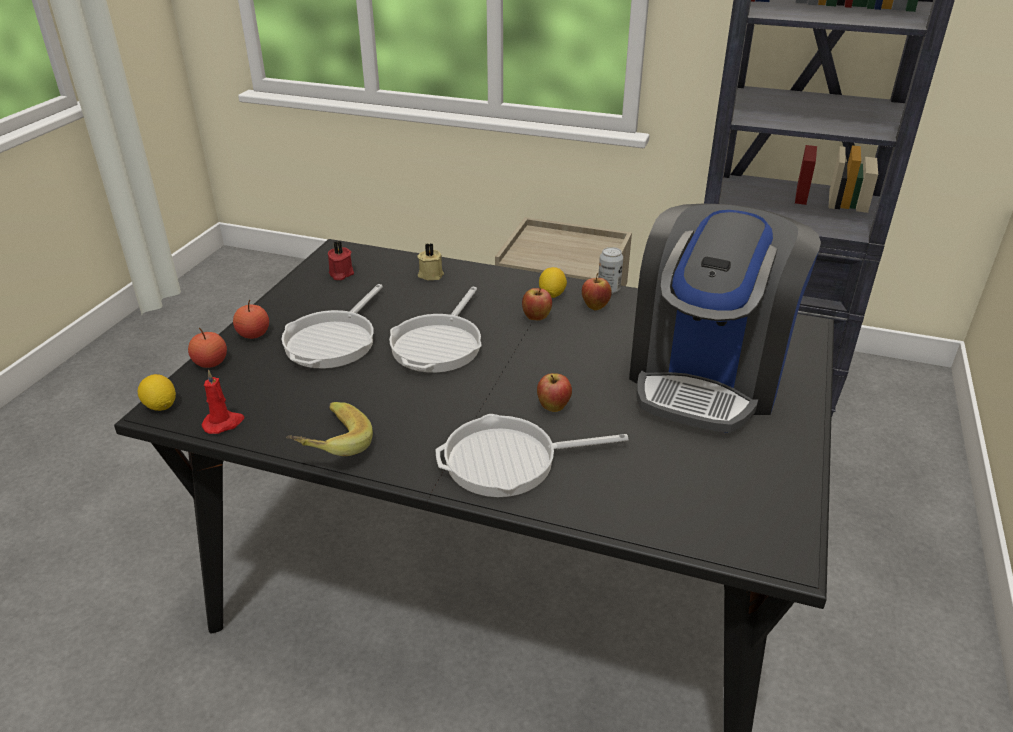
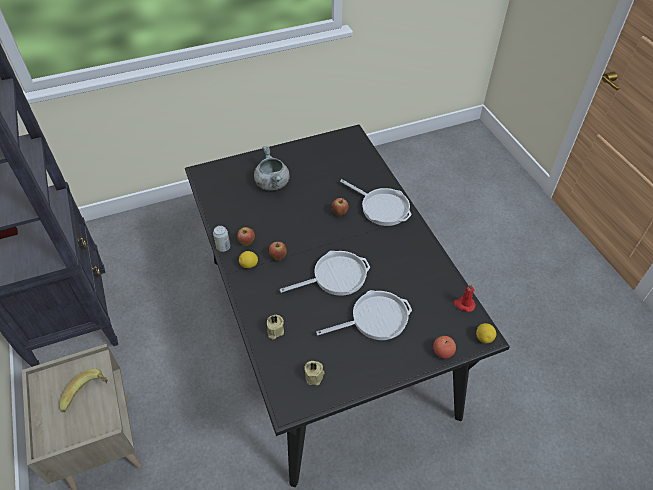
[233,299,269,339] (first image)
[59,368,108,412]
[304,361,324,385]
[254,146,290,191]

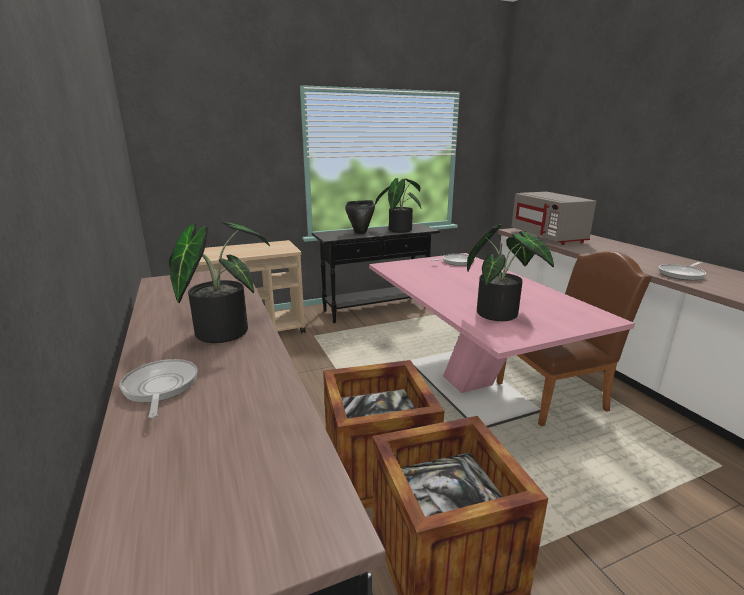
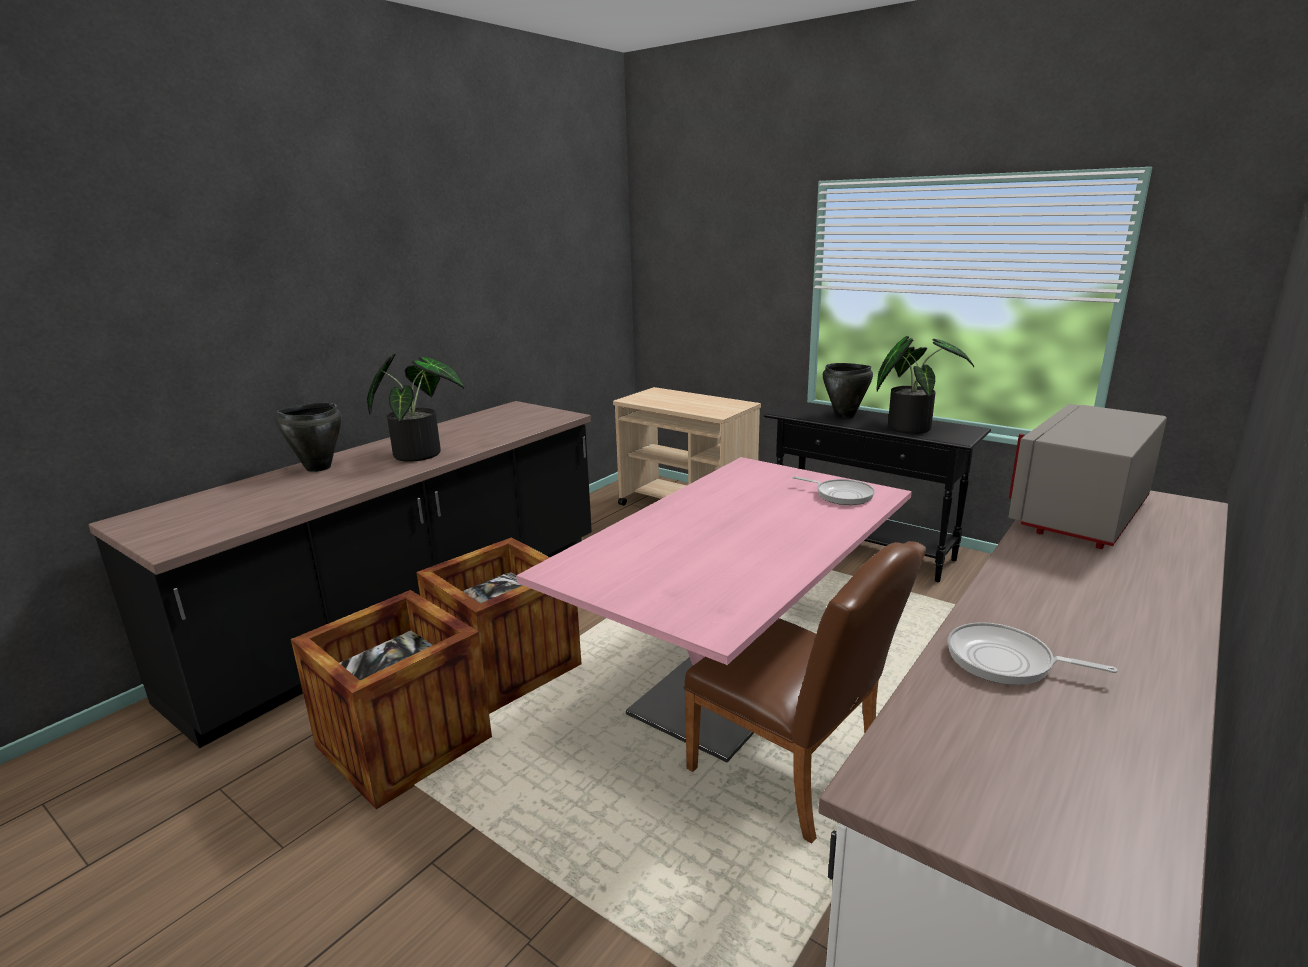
[276,403,342,472]
[467,224,554,321] (first image)

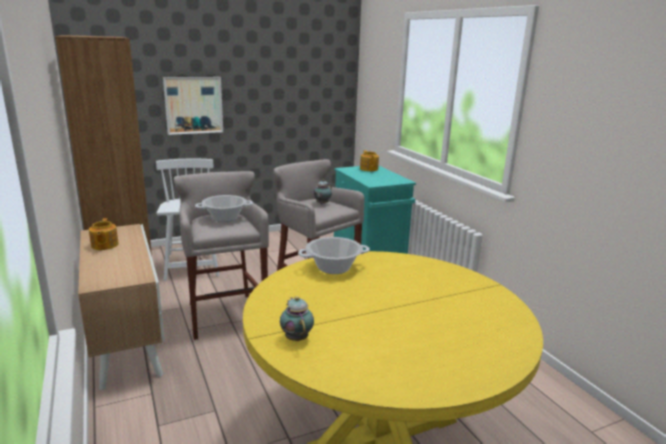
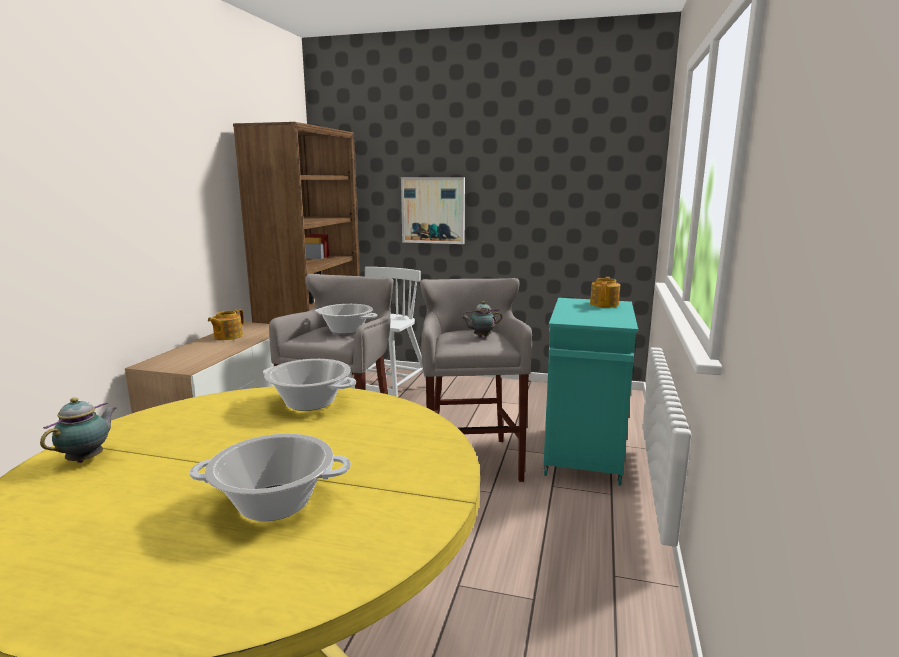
[190,434,351,521]

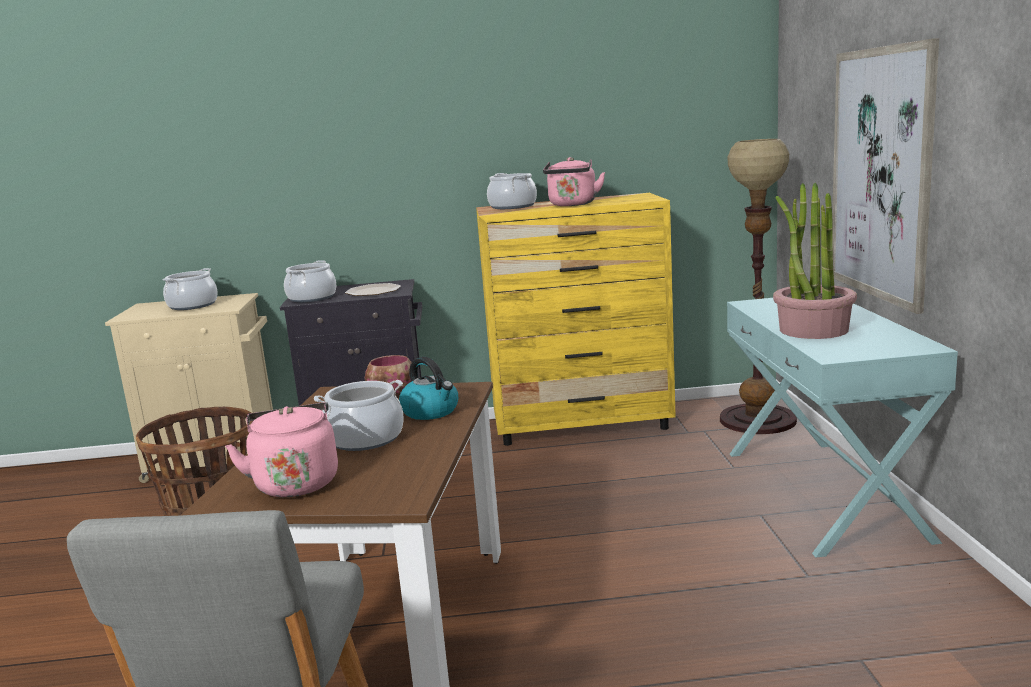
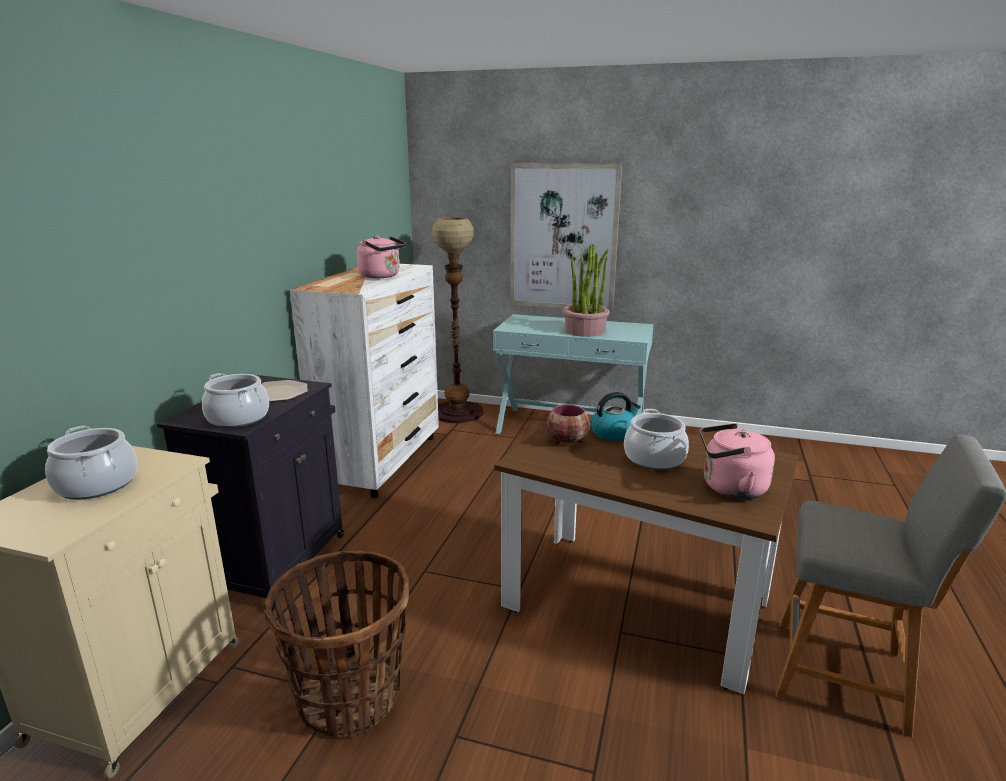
[290,264,439,498]
[487,173,537,209] (first image)

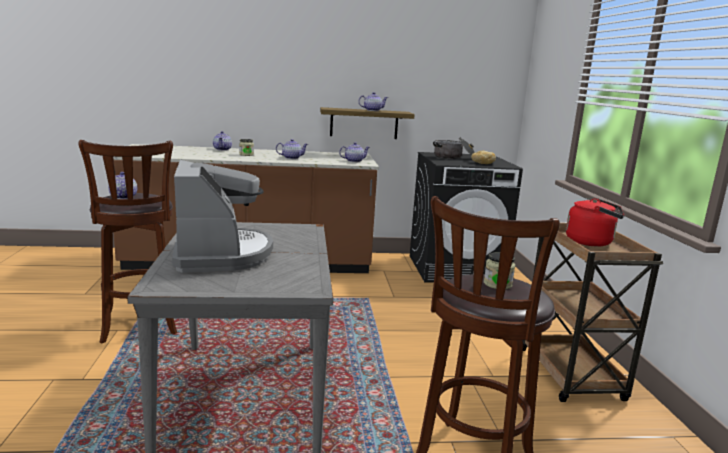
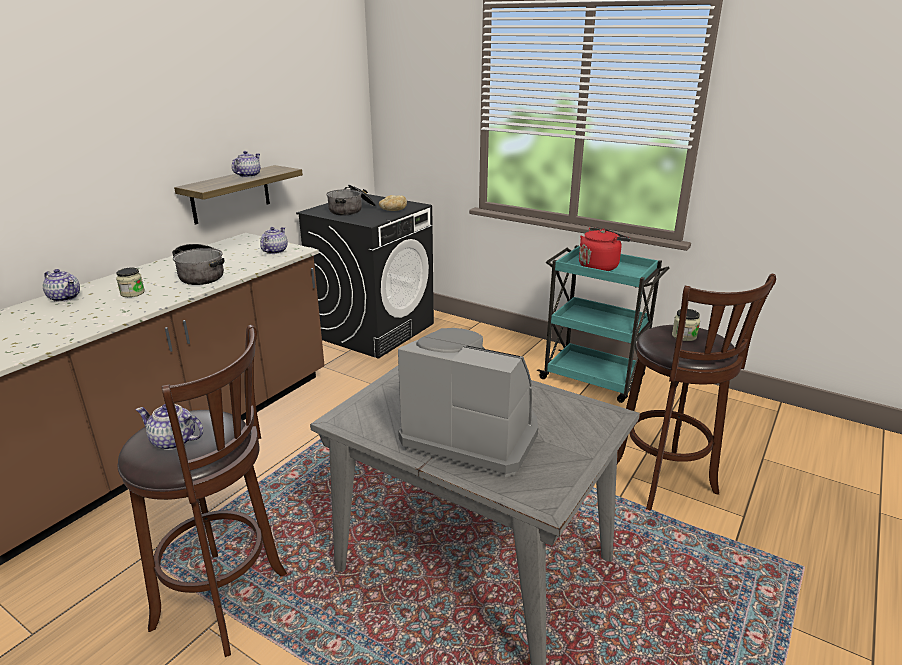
[172,244,225,285]
[537,245,669,403]

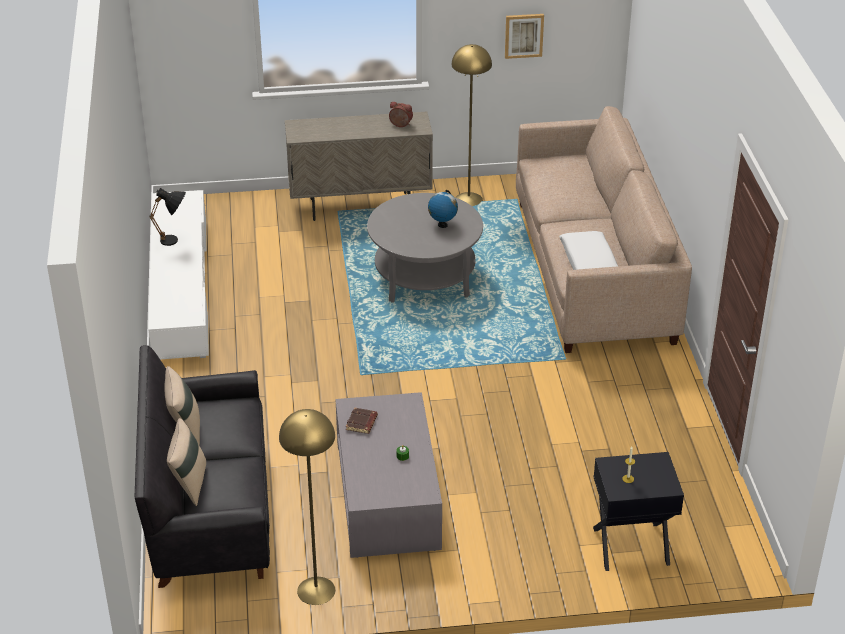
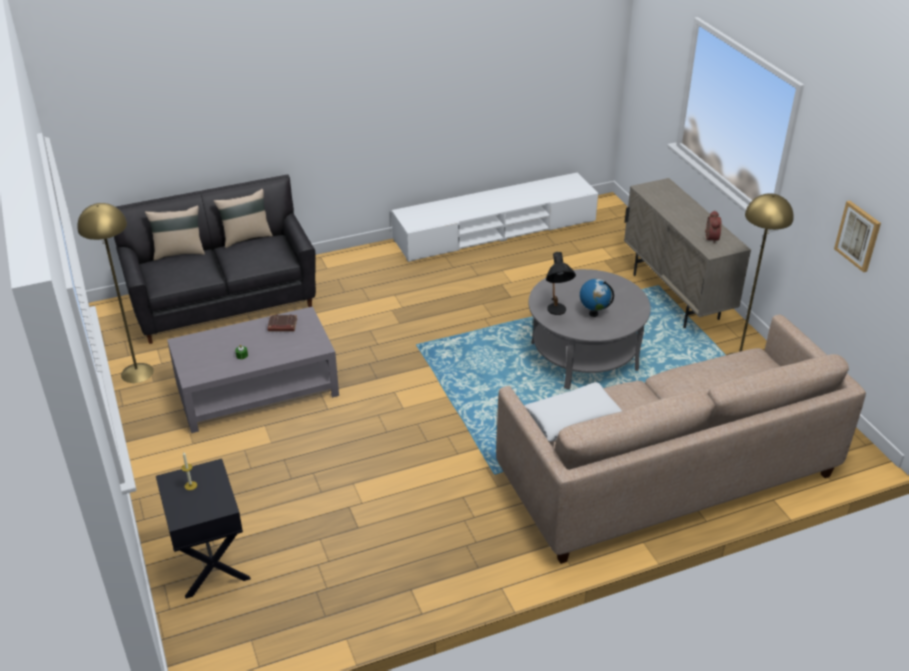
[546,252,576,315]

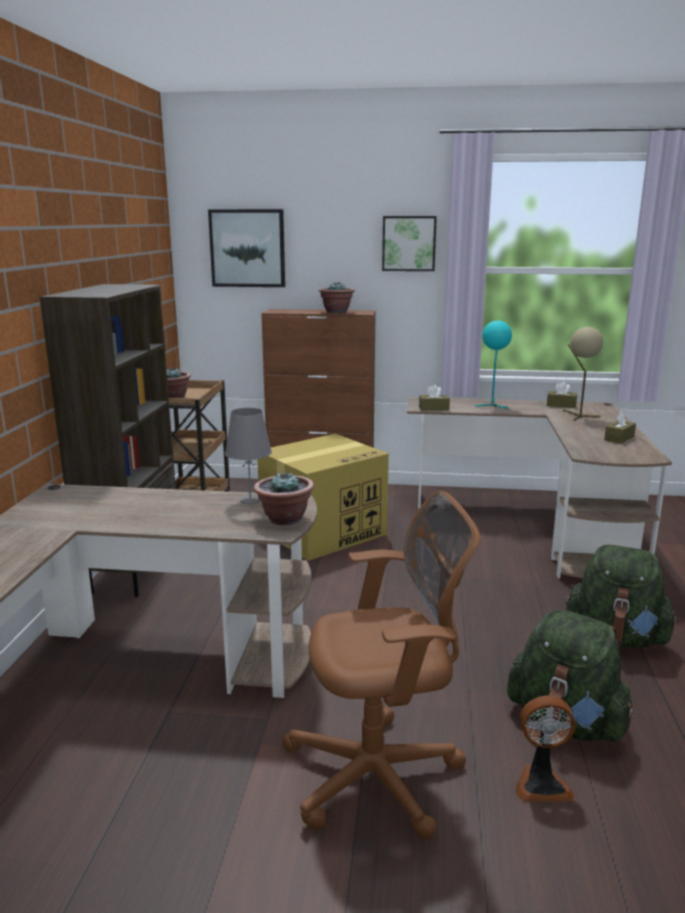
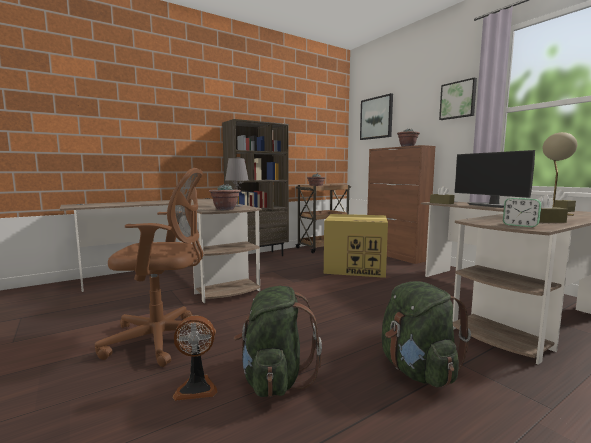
[95,168,216,367]
[454,150,535,208]
[173,316,218,401]
[503,198,542,227]

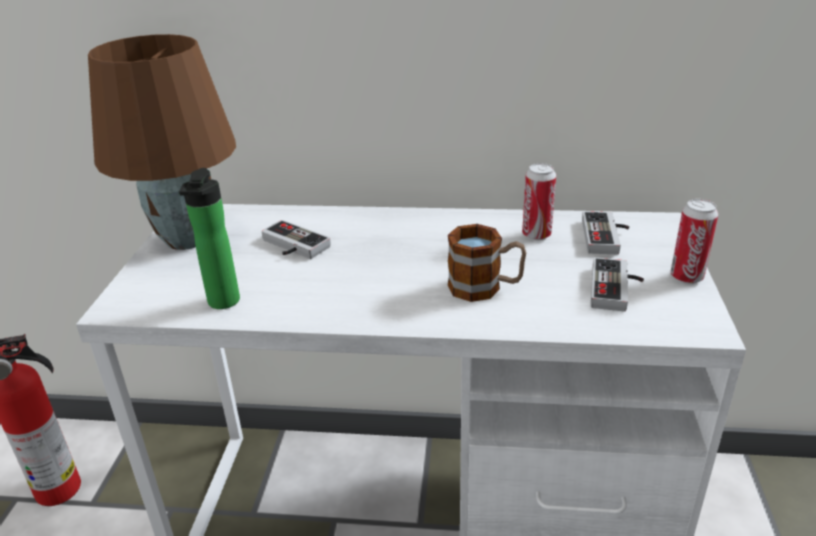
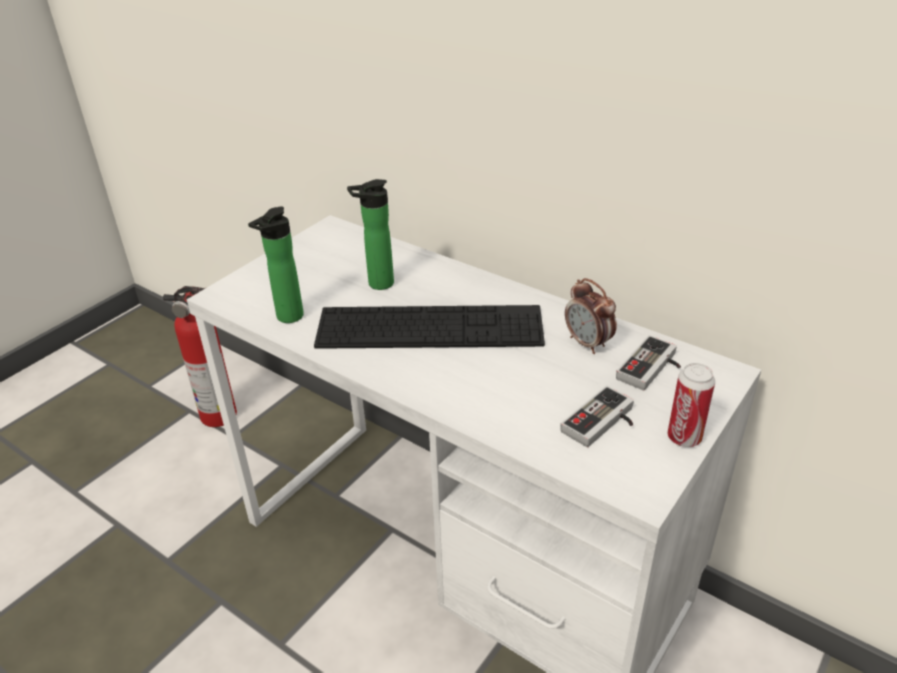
[88,34,236,250] (first image)
[347,179,394,290]
[448,224,526,302] (first image)
[565,278,617,354]
[314,305,545,349]

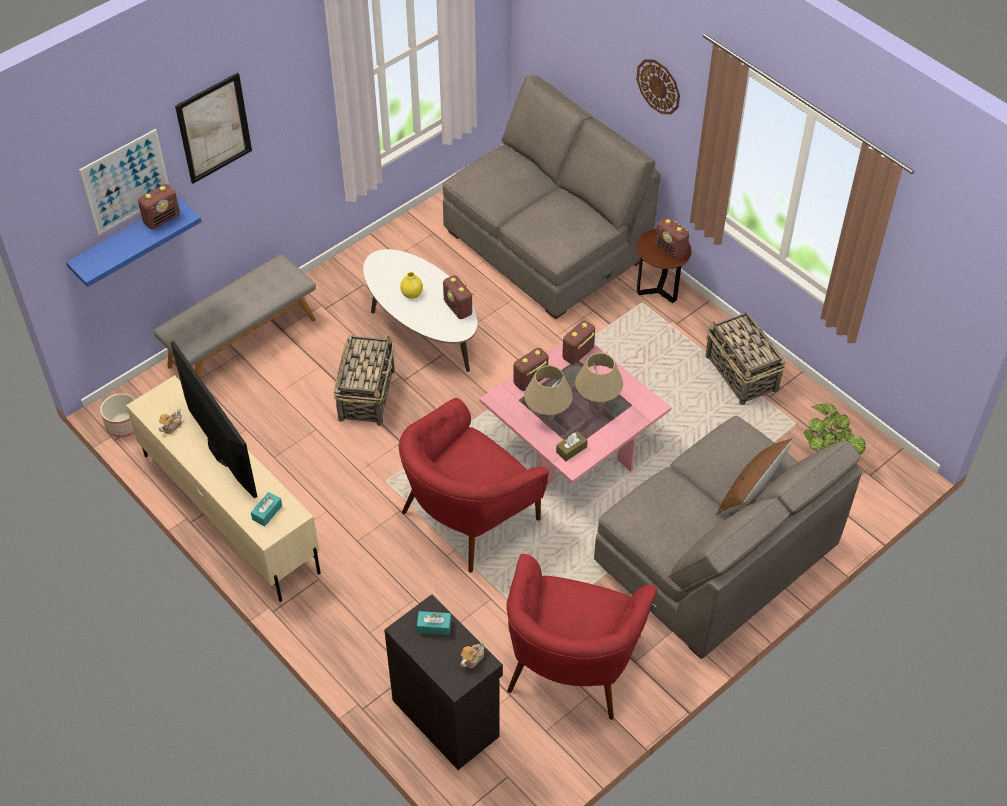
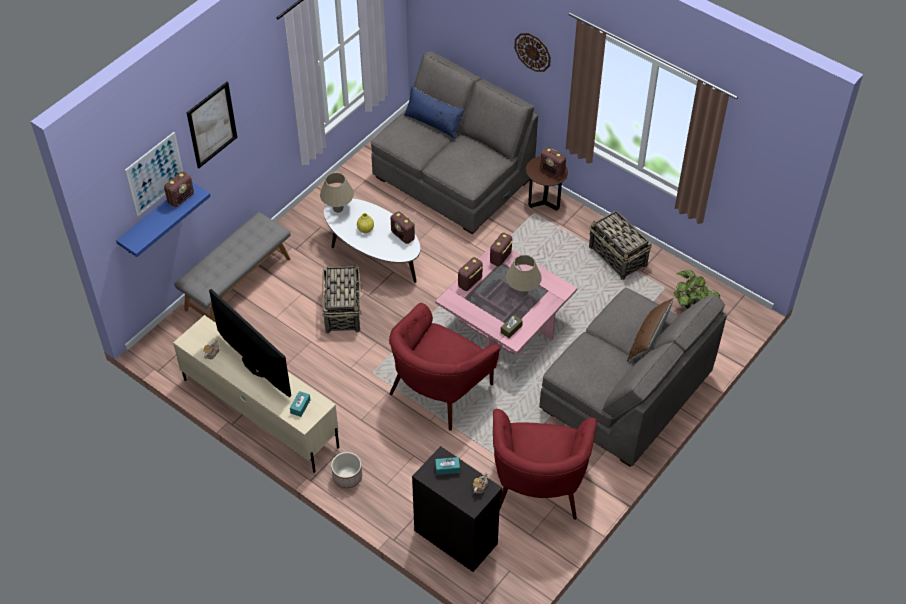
[331,452,362,488]
[320,172,354,213]
[404,86,464,139]

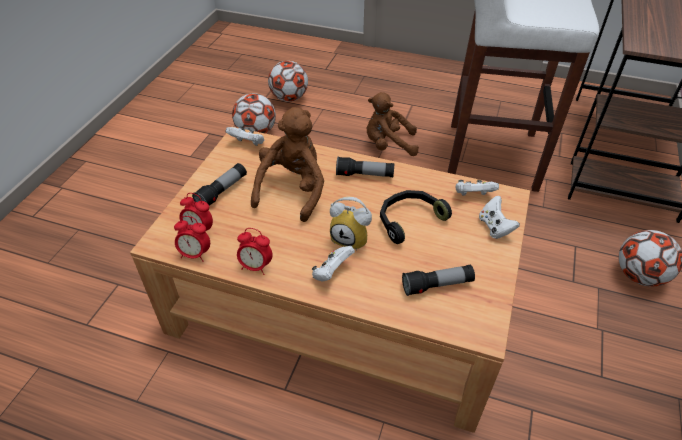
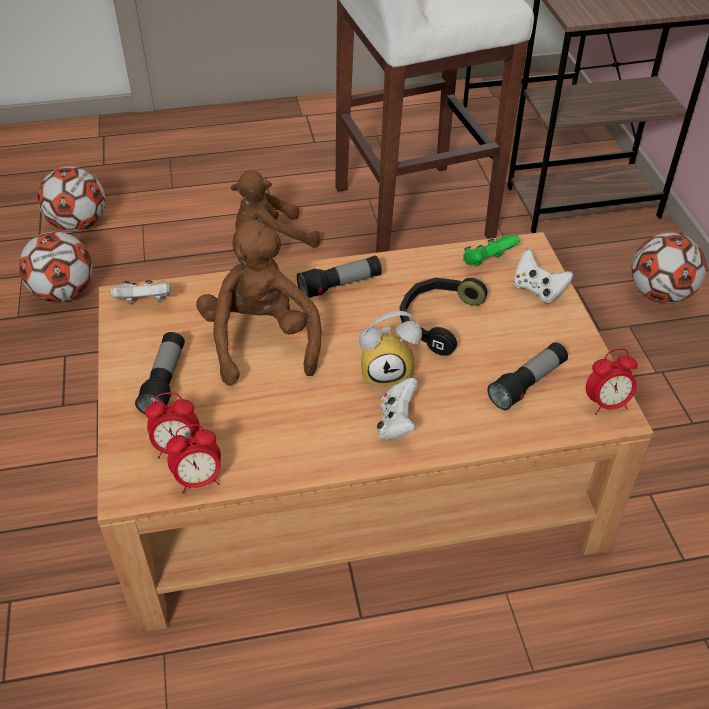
[586,349,638,415]
[463,235,520,267]

